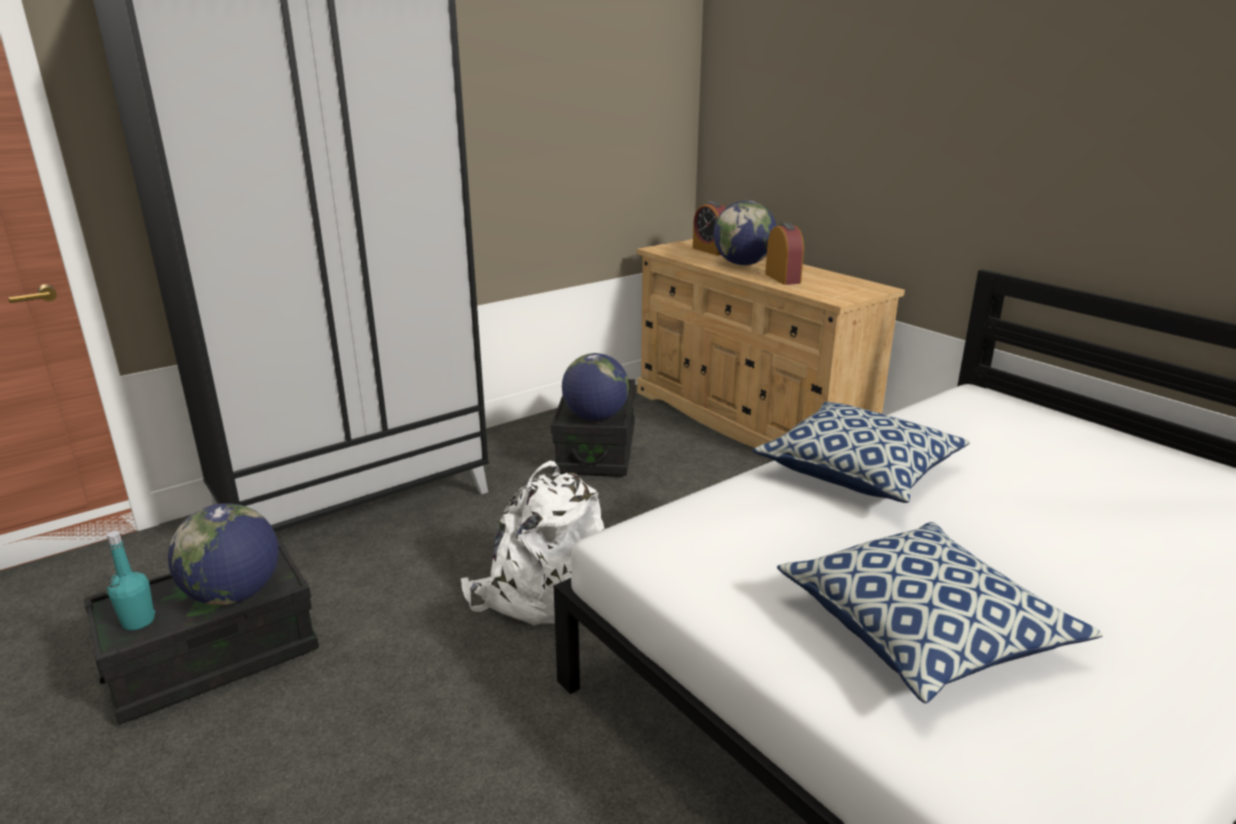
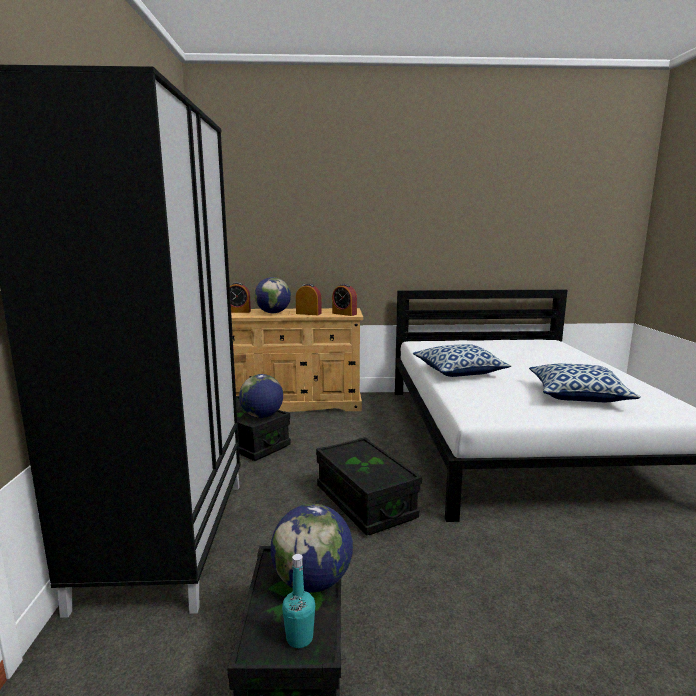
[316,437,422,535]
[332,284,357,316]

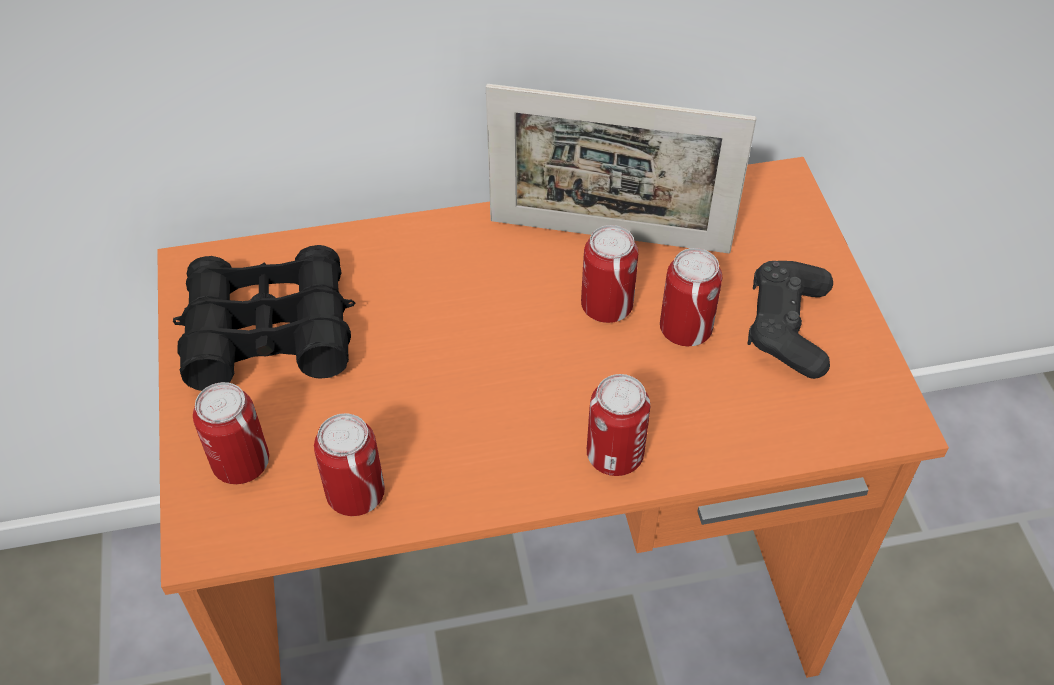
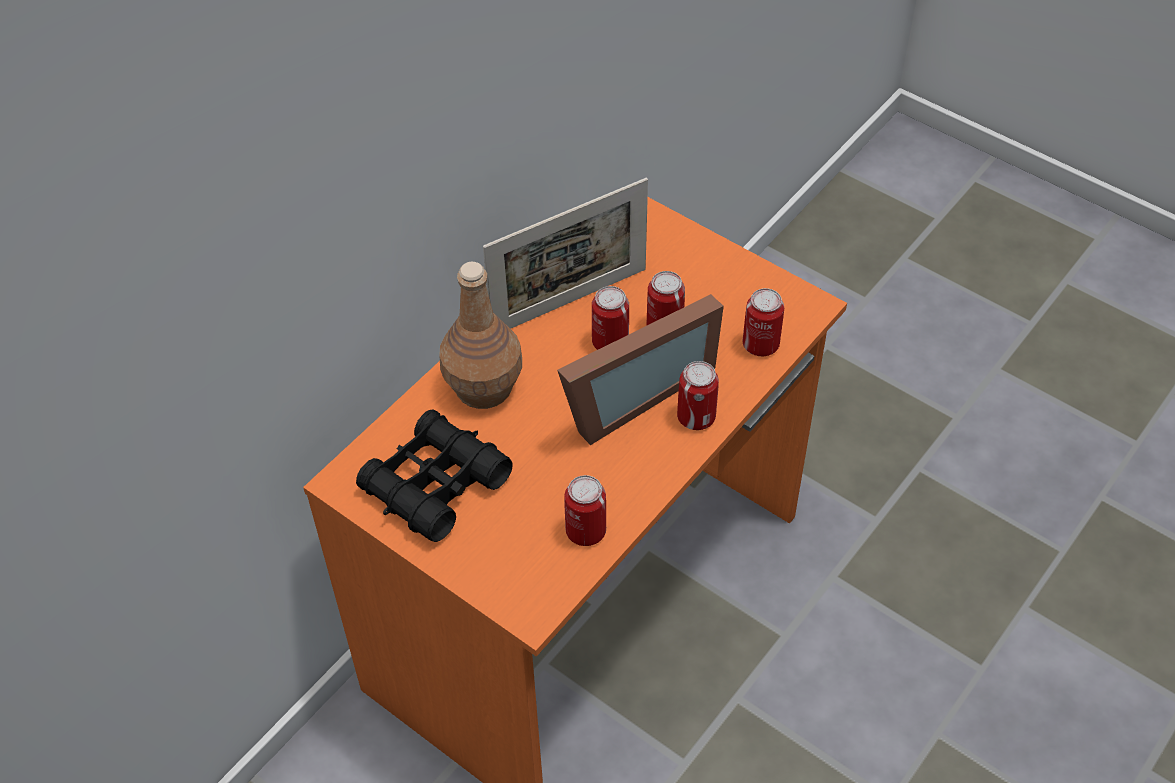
[743,288,784,356]
[747,261,833,379] (first image)
[439,262,522,409]
[557,294,724,445]

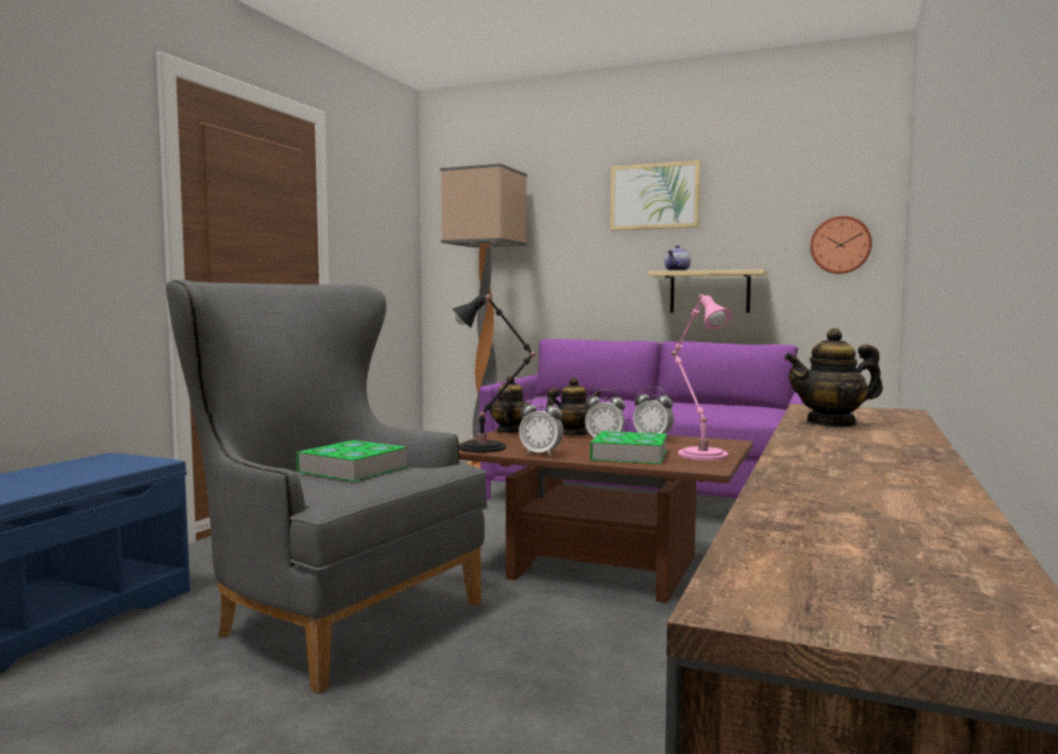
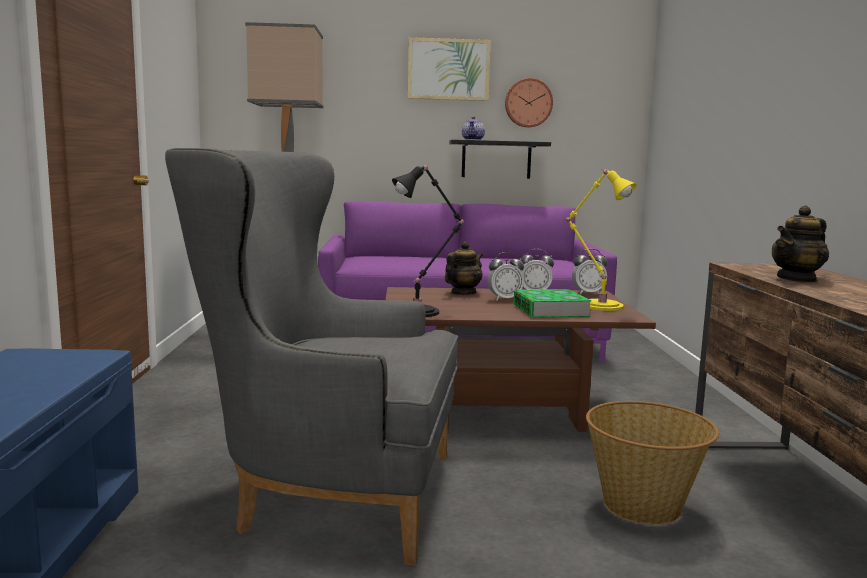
[296,440,408,482] (first image)
[490,376,528,433] (first image)
[572,249,607,294]
[449,140,551,179]
[564,169,637,311]
[505,78,553,127]
[586,401,719,525]

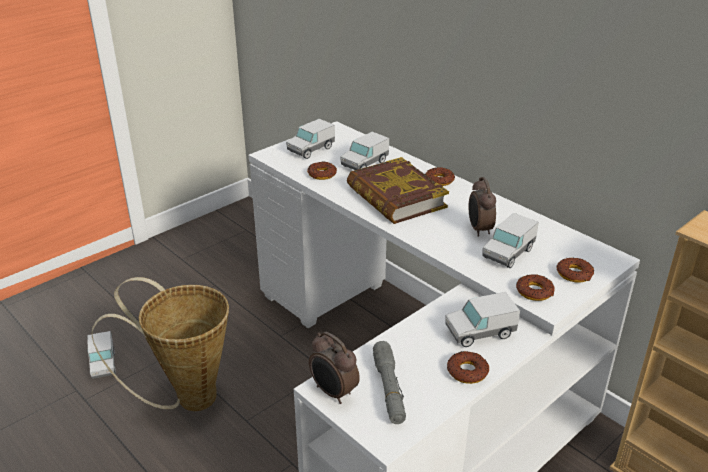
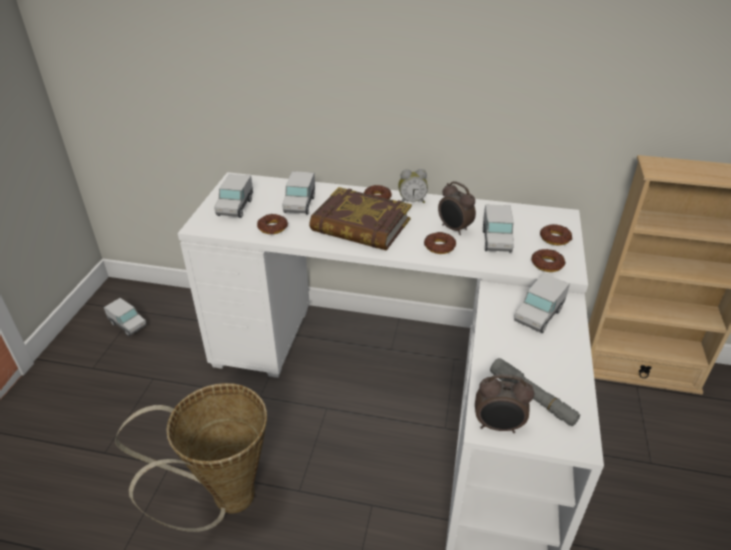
[104,298,147,336]
[424,232,456,254]
[398,169,428,203]

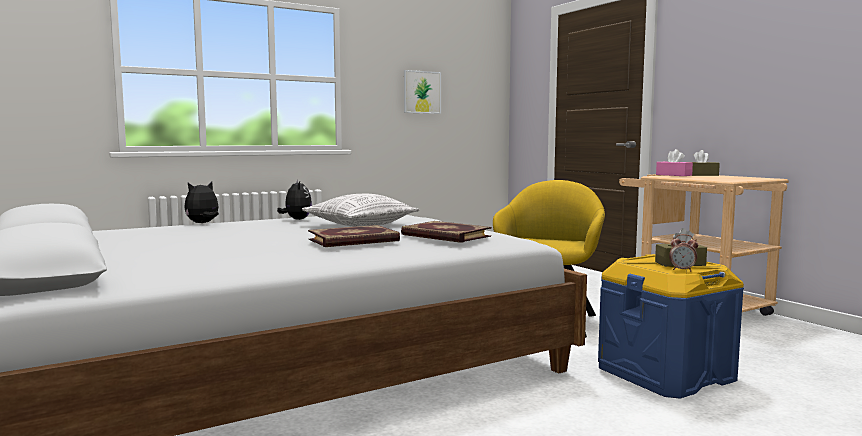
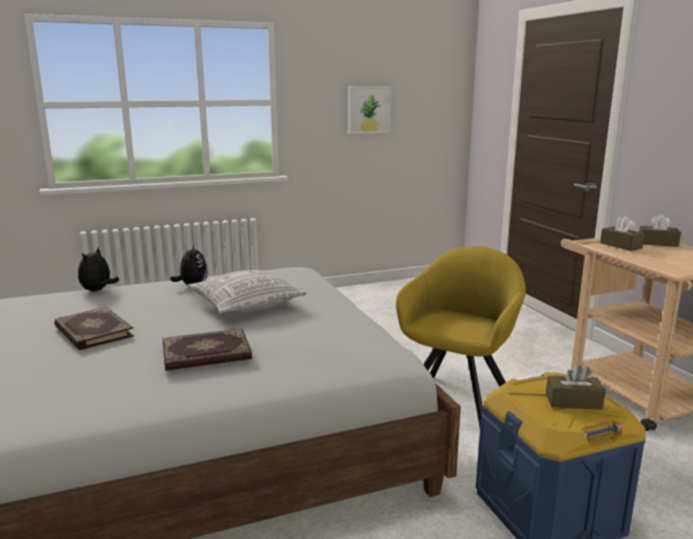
[78,247,119,291]
[54,307,134,350]
[600,216,645,251]
[669,234,698,271] (first image)

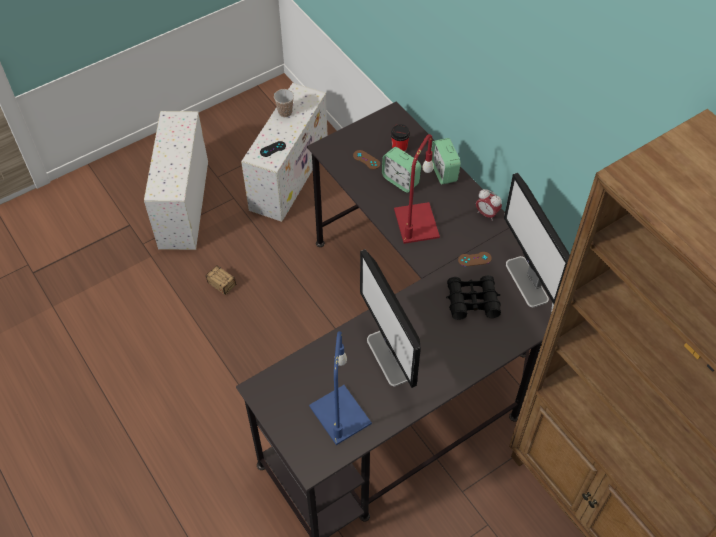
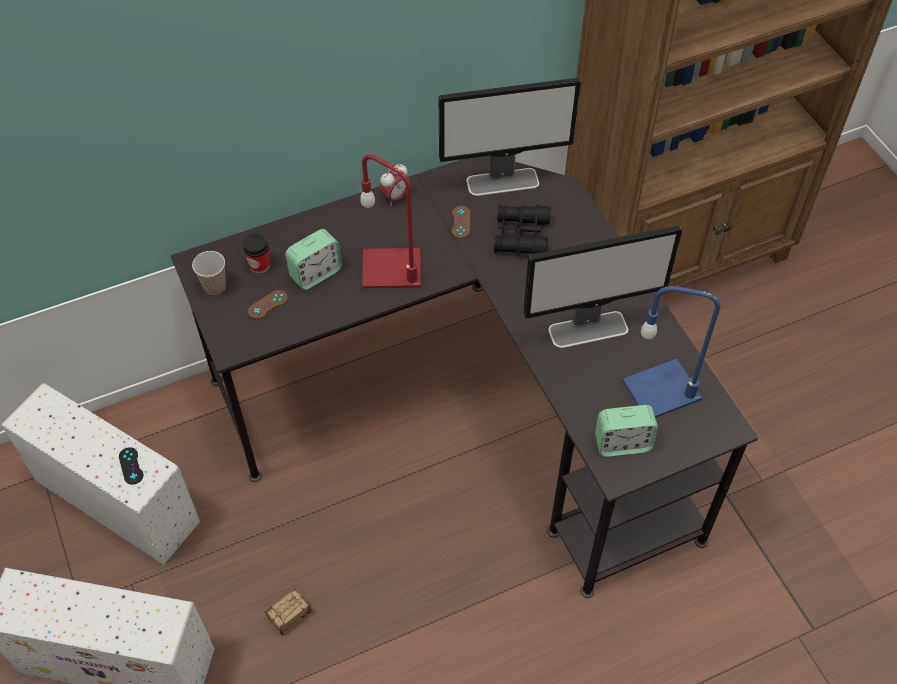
[192,251,226,295]
[595,405,658,457]

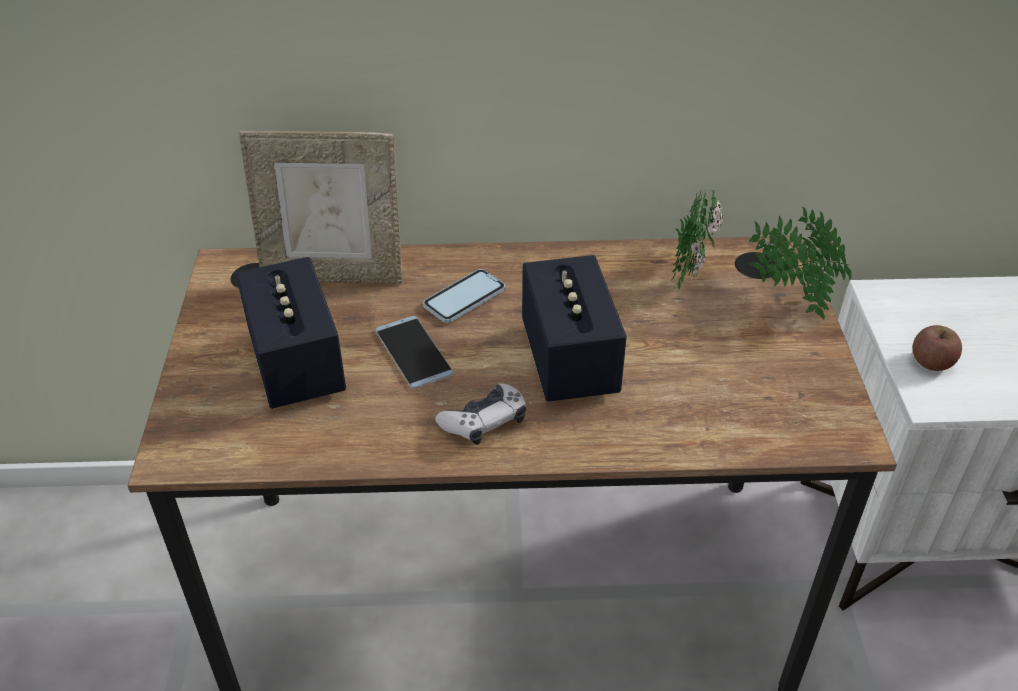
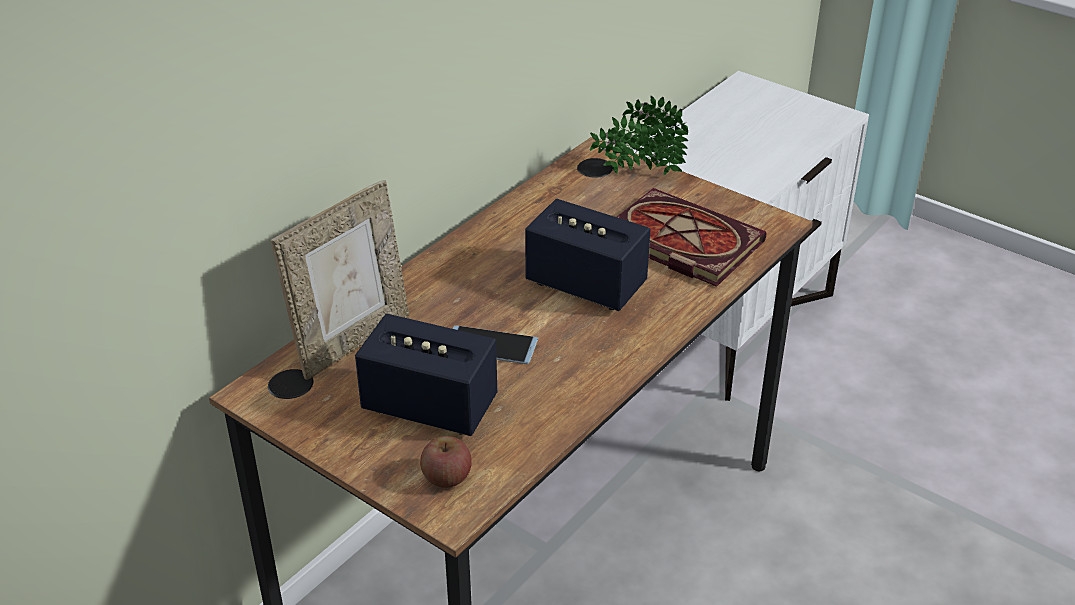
[423,269,505,323] (first image)
[435,383,526,445] (first image)
[671,186,724,293] (first image)
[420,436,472,488]
[617,188,767,287]

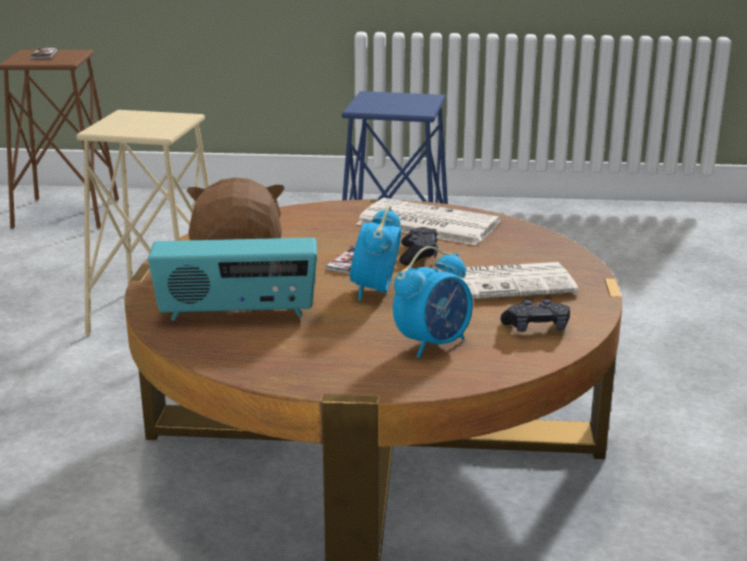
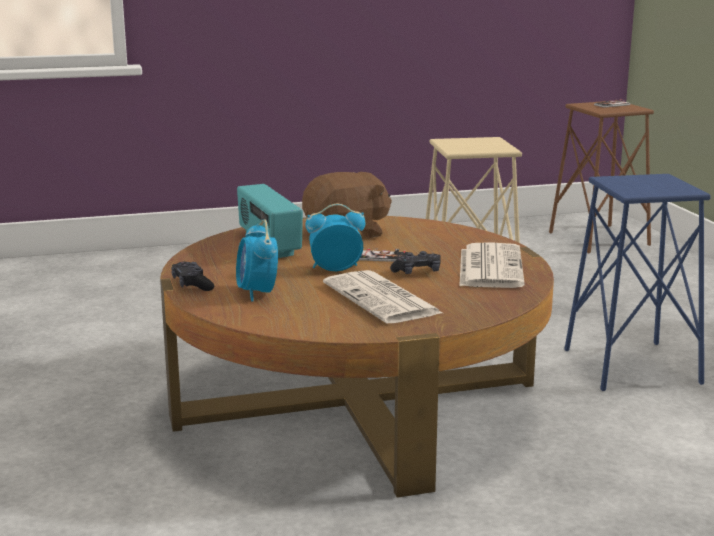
[236,219,278,302]
[171,262,214,291]

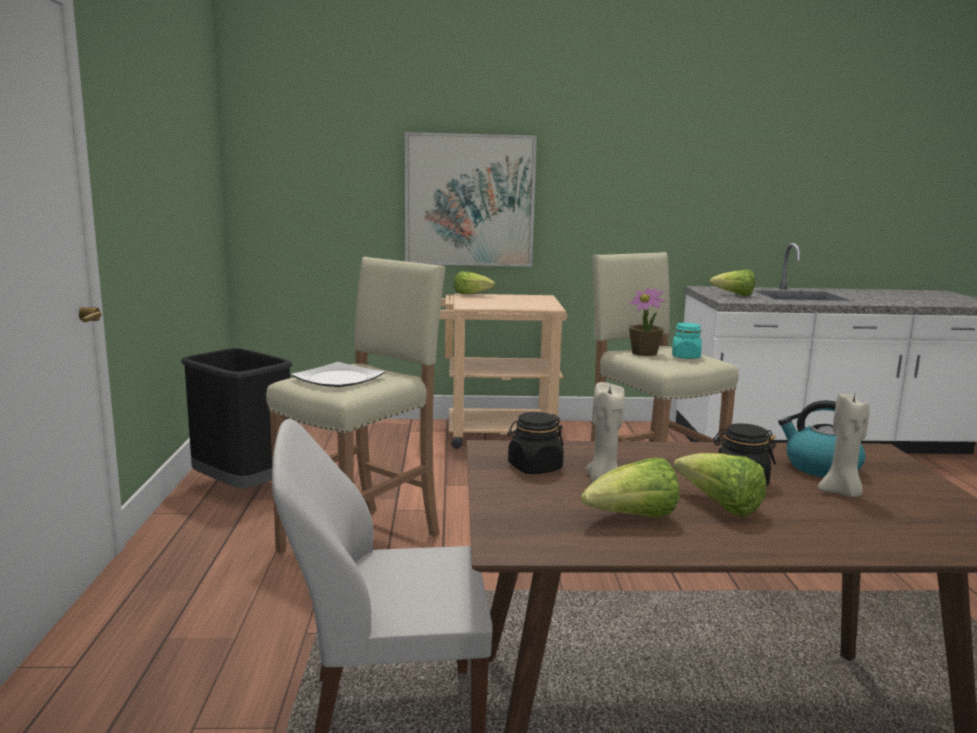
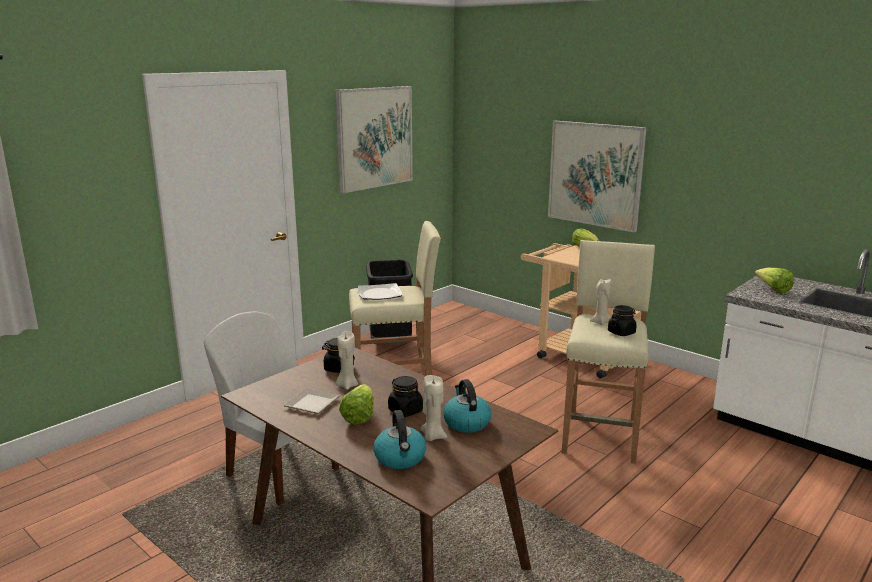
[284,388,340,414]
[590,279,611,325]
[608,305,637,336]
[335,86,413,193]
[374,410,426,469]

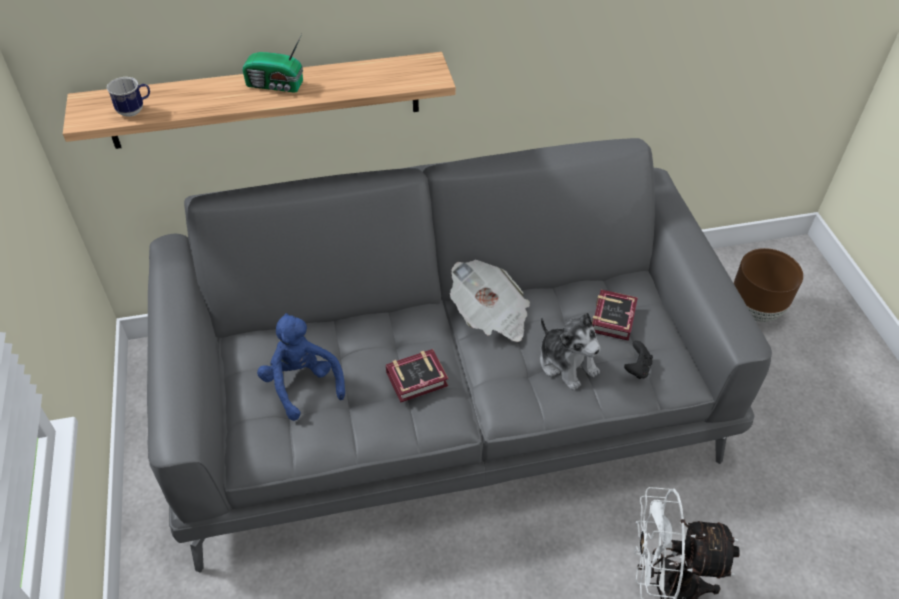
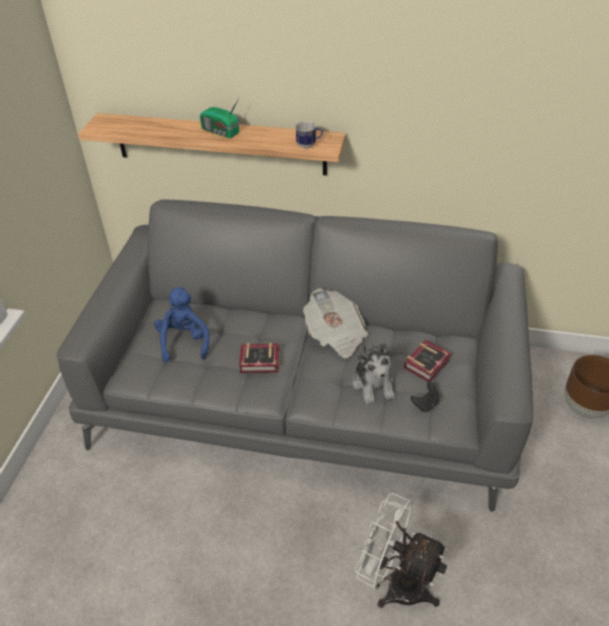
[295,121,323,149]

